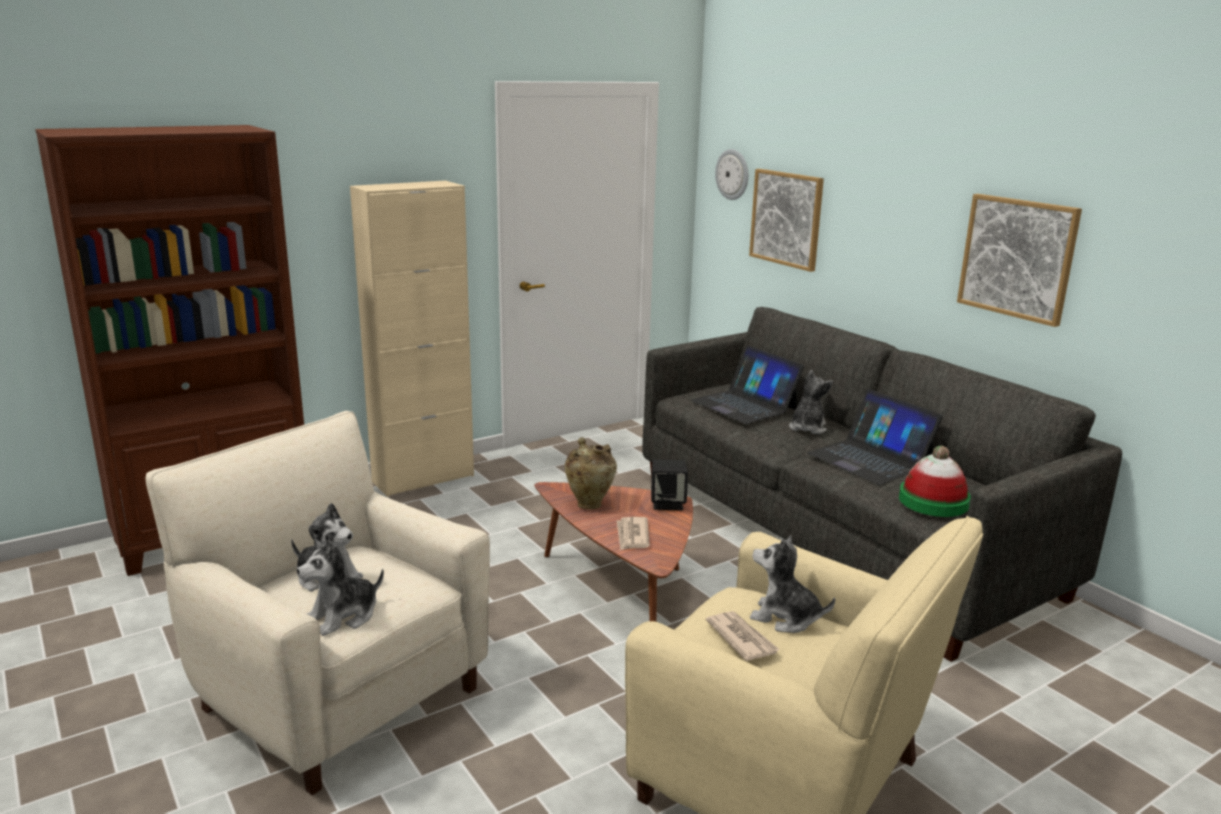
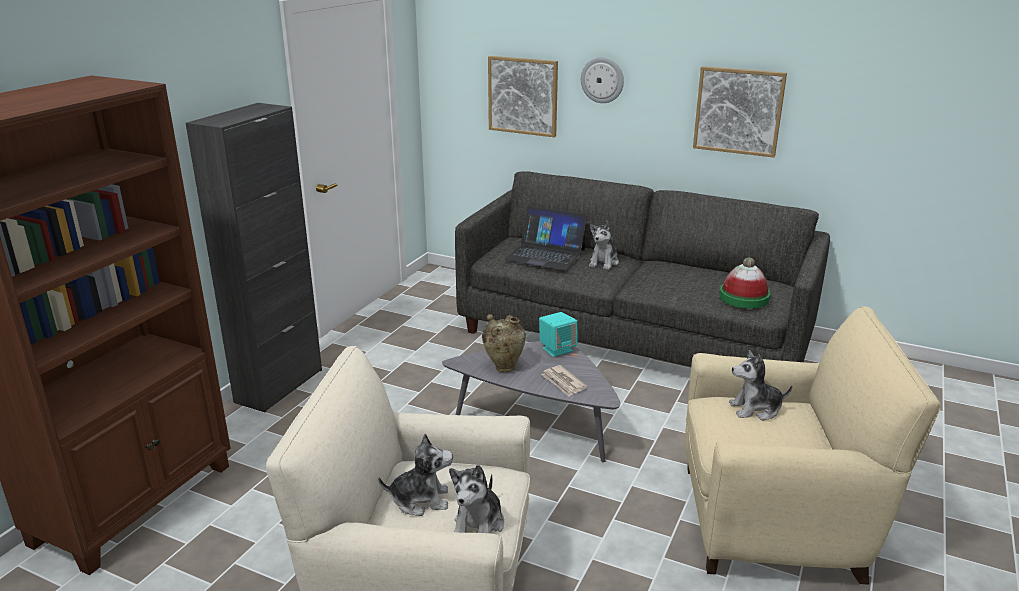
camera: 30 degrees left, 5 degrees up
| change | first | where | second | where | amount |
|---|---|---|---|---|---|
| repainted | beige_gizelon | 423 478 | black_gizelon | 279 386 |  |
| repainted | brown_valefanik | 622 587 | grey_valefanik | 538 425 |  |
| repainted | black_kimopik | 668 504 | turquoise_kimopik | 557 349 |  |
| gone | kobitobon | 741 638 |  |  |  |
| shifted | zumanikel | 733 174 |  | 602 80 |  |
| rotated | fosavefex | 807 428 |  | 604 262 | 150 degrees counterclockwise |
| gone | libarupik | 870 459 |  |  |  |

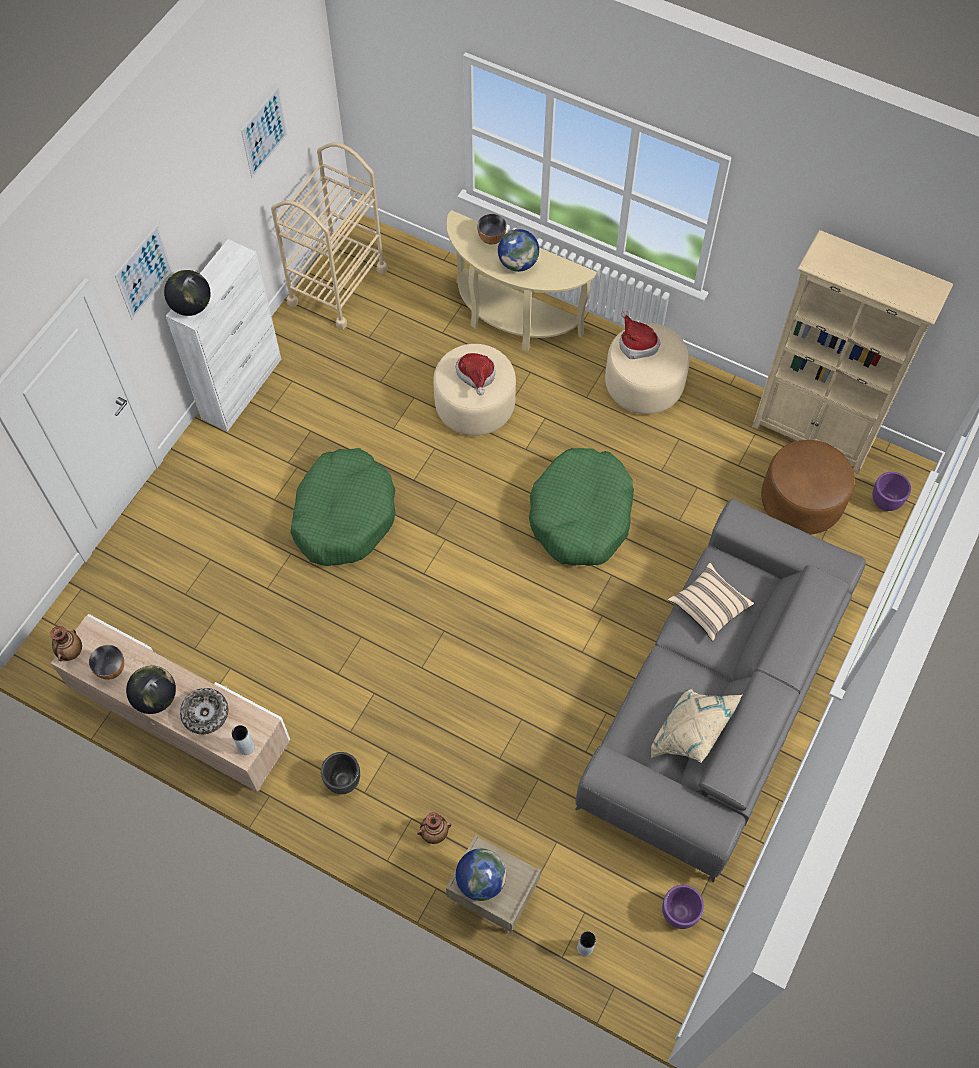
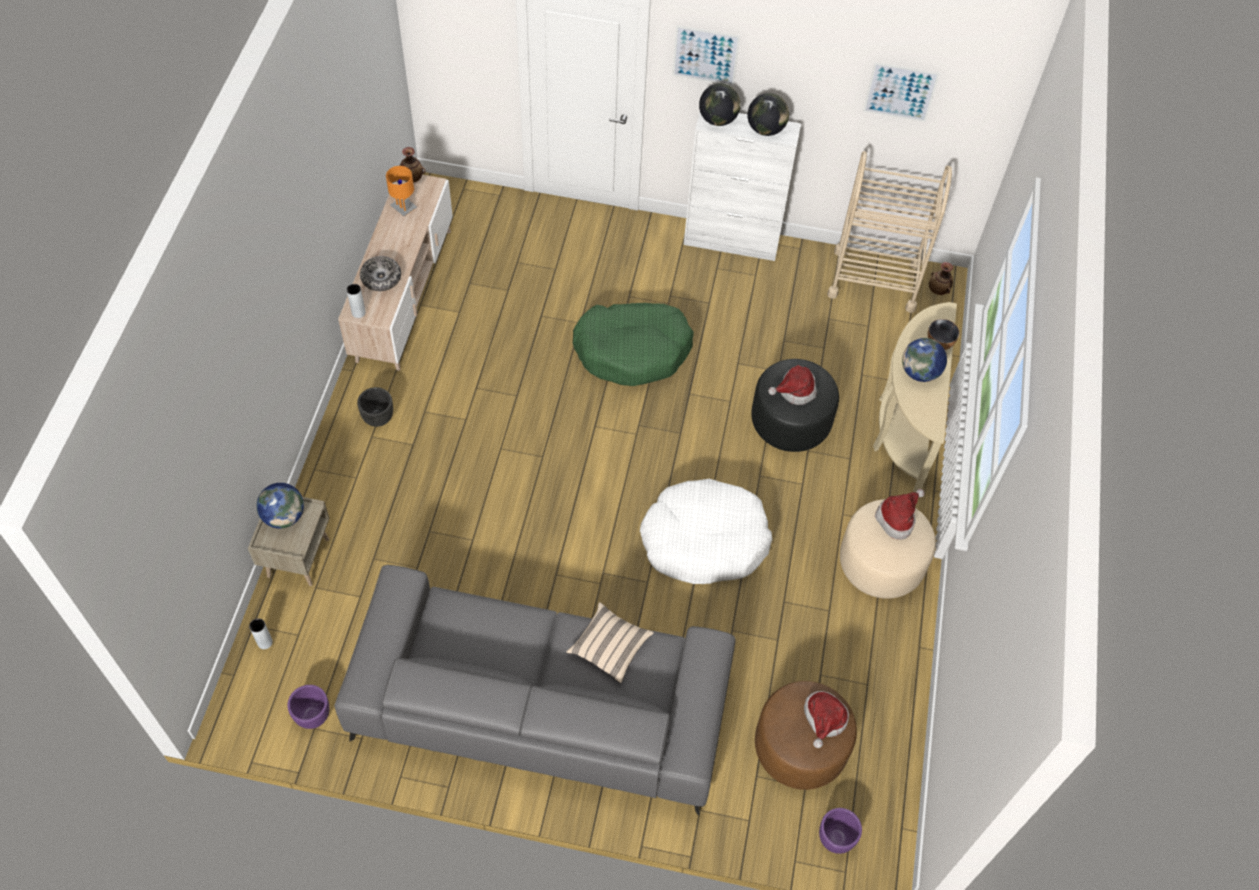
camera: 70 degrees right, 5 degrees down
| change | first | where | second | where | amount |
|---|---|---|---|---|---|
| swapped | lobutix | 111 669 | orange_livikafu | 403 208 |  |
| shifted | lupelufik | 156 698 |  | 765 129 |  |
| shifted | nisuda | 434 832 |  | 938 290 |  |
| repainted | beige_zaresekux | 475 406 | black_zaresekux | 790 421 |  |
| repainted | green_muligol | 581 515 | white_muligol | 704 540 |  |
| gone | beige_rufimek | 689 735 |  |  |  |
| gone | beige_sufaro | 813 434 |  |  |  |
| new |  |  | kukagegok | 824 720 |  |

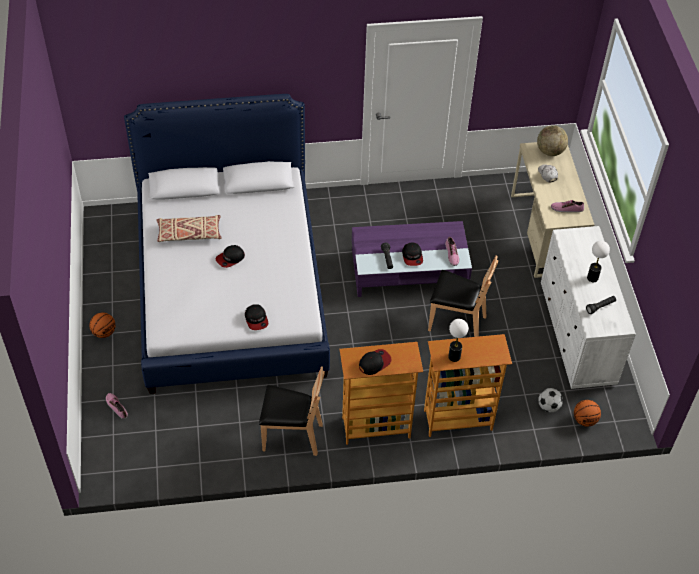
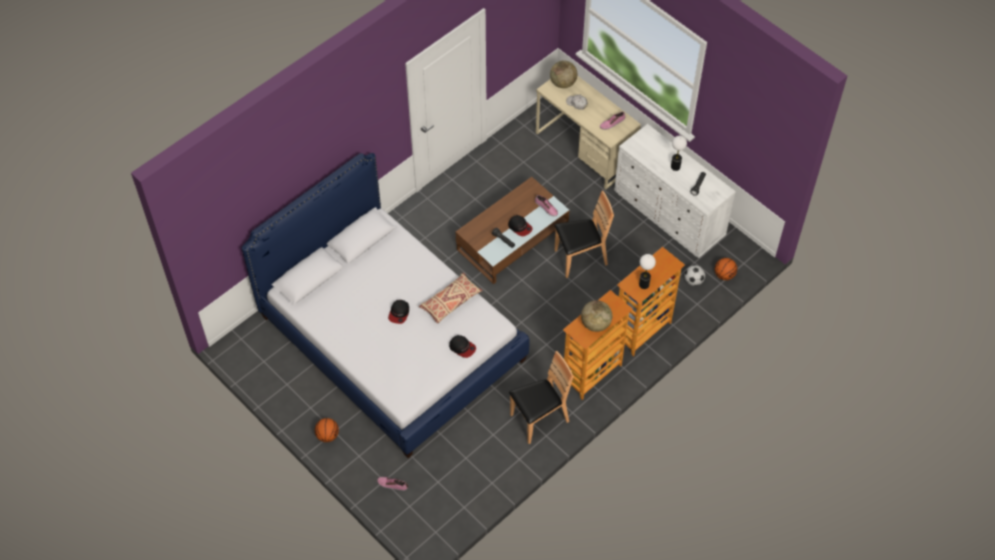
camera: 35 degrees left, 5 degrees up
| change | first | where | second | where | amount |
|---|---|---|---|---|---|
| shifted | beige_rufimek | 189 233 |  | 450 302 |  |
| repainted | purple_valefanik | 409 270 | brown_valefanik | 512 239 |  |
| swapped | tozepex | 374 363 | lupelufik | 595 324 |  |

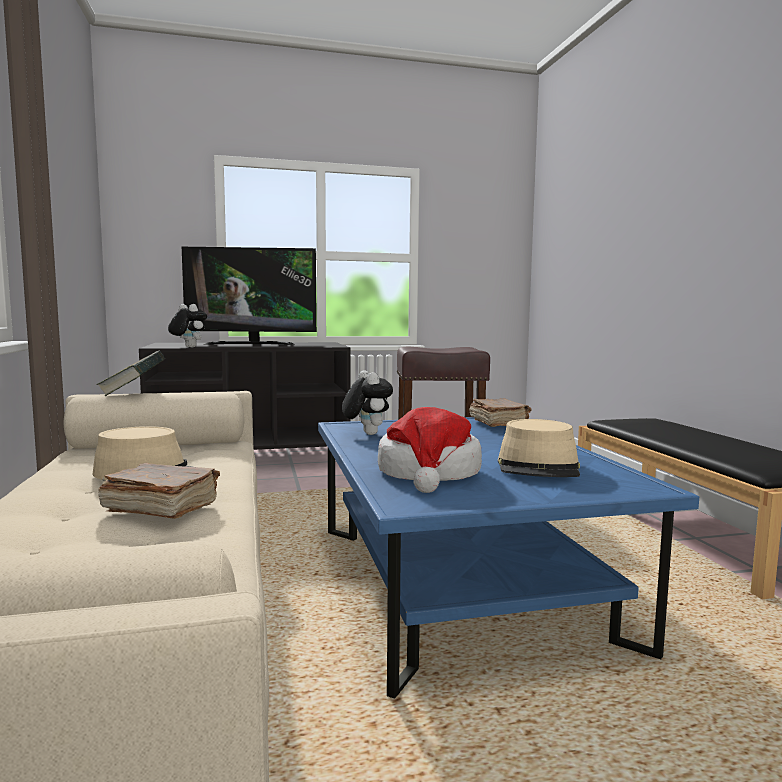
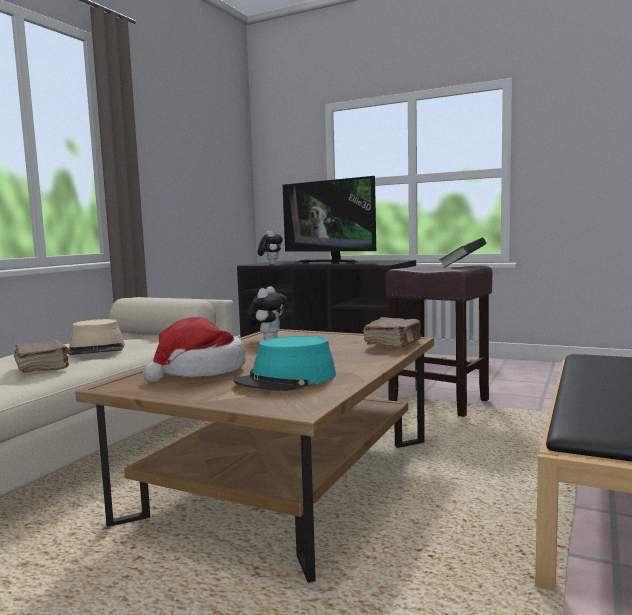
camera: 40 degrees right, 0 degrees up
| change | first | where | second | where | amount |
|---|---|---|---|---|---|
| shifted | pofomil | 133 392 |  | 462 267 |  |
| repainted | blue_valefanik | 459 583 | brown_valefanik | 288 479 |  |
| repainted | beige_kukagegok | 539 467 | turquoise_kukagegok | 286 380 |  |

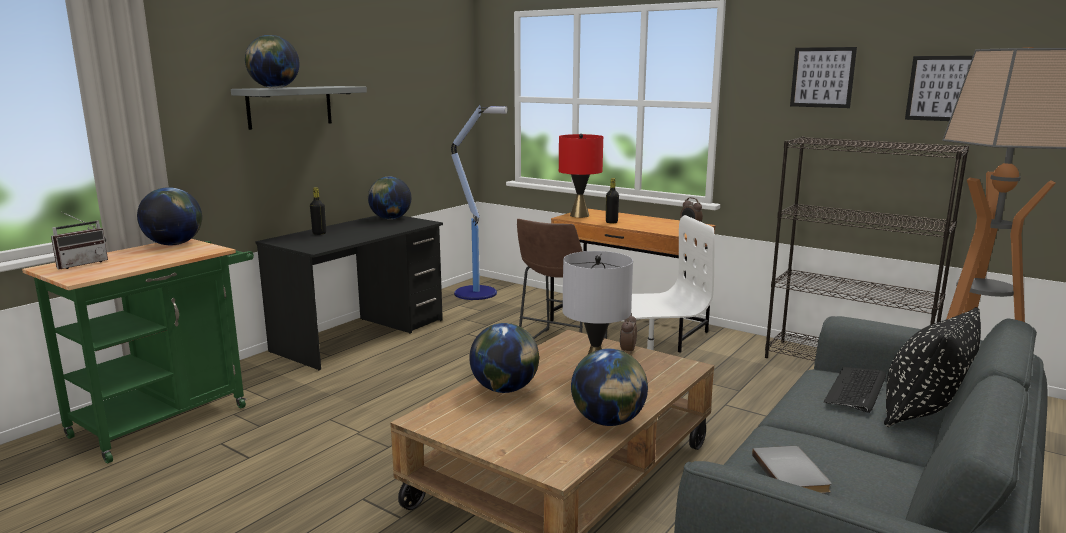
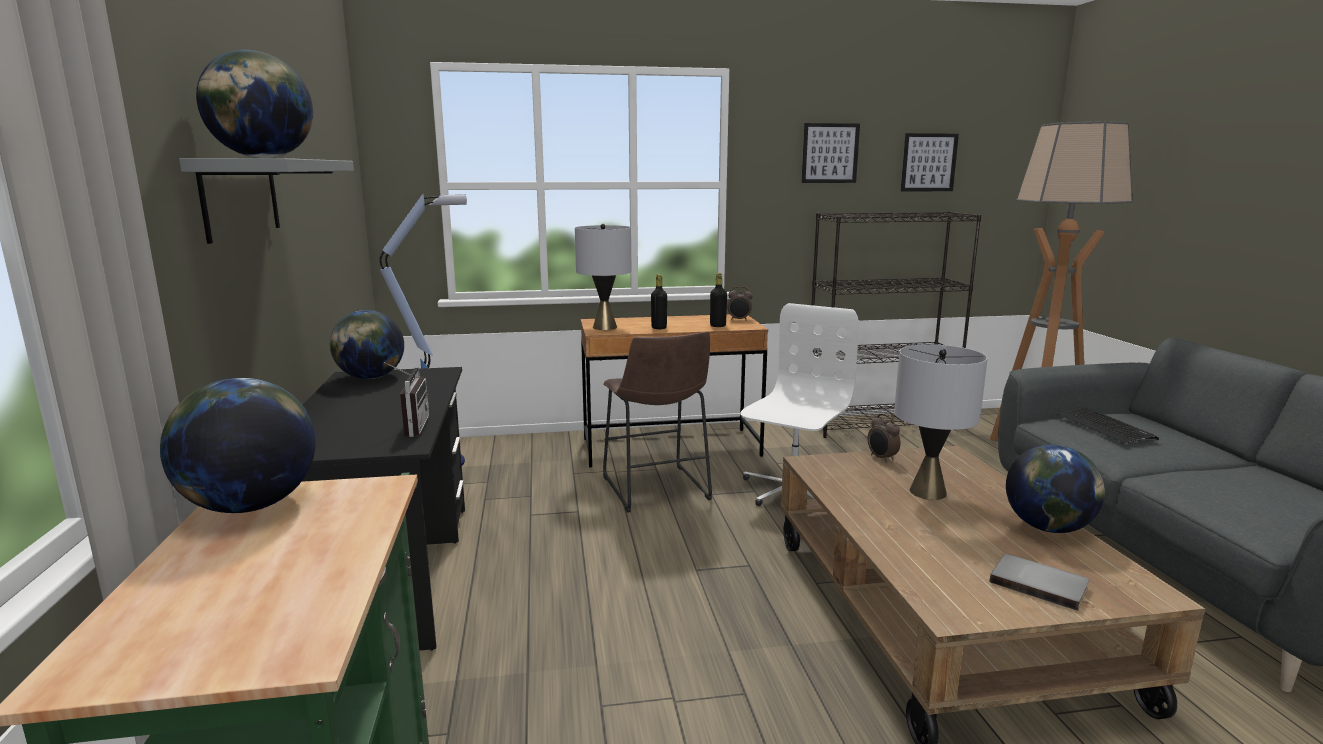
camera: 45 degrees left, 0 degrees up
| change | first | where | second | where | amount |
|---|---|---|---|---|---|
| shifted | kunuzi | 81 264 |  | 409 427 |  |
| shifted | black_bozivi | 319 233 |  | 718 326 |  |
| gone | lupelufik | 505 389 |  |  |  |
| repainted | red_livikafu | 580 215 | grey_livikafu | 605 327 |  |
| shifted | grey_pofomil | 792 473 |  | 1039 583 |  |
| gone | black_rufimek | 922 413 |  |  |  |

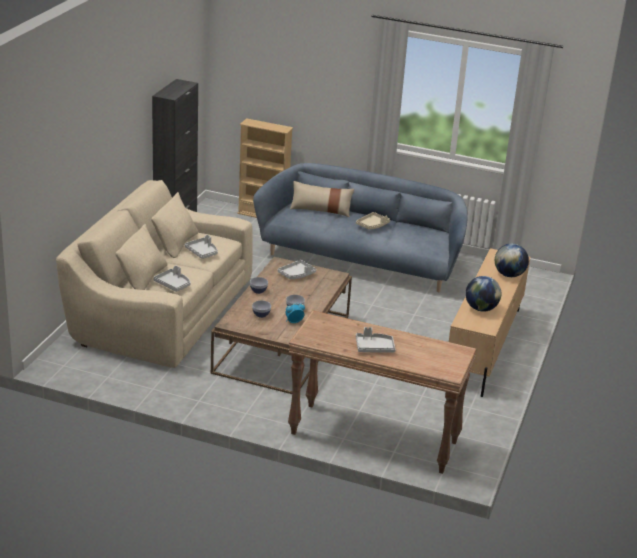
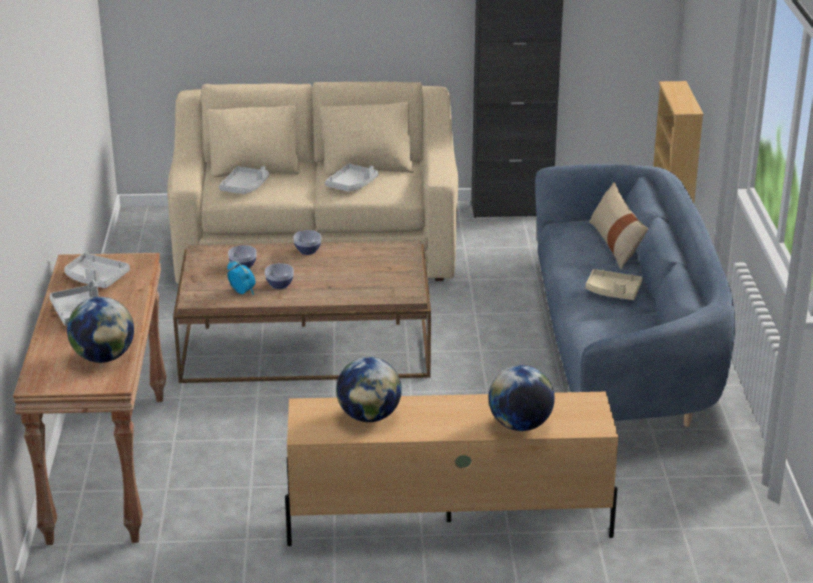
camera: 70 degrees right, 0 degrees up
| change | first | where | second | where | amount |
|---|---|---|---|---|---|
| shifted | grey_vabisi | 297 274 |  | 96 278 |  |
| new |  |  | lupelufik | 103 357 |  |

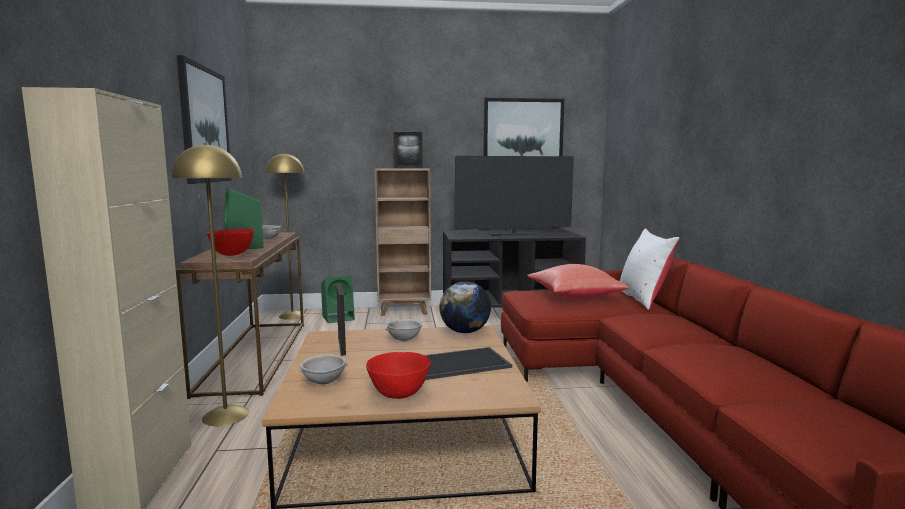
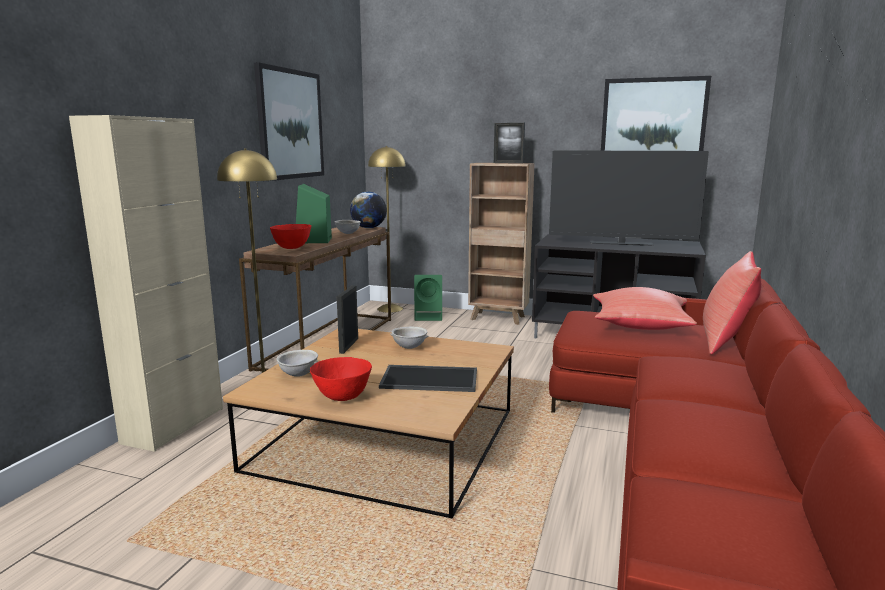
camera: 25 degrees right, 5 degrees up
| change | first | where | second | where | amount |
|---|---|---|---|---|---|
| shifted | lupelufik | 465 332 |  | 369 228 |  |
| repainted | white_rufimek | 643 299 | red_rufimek | 725 340 |  |

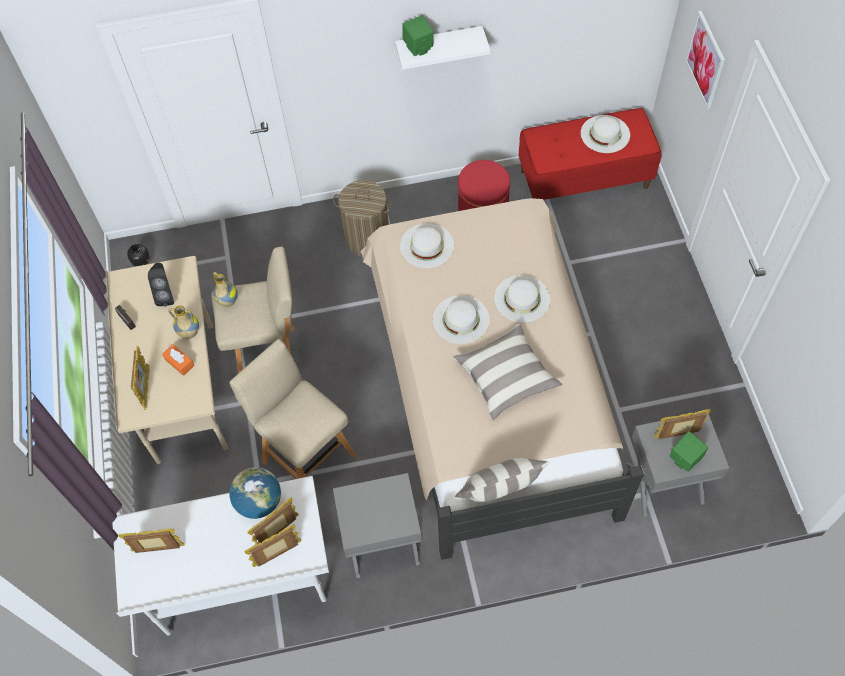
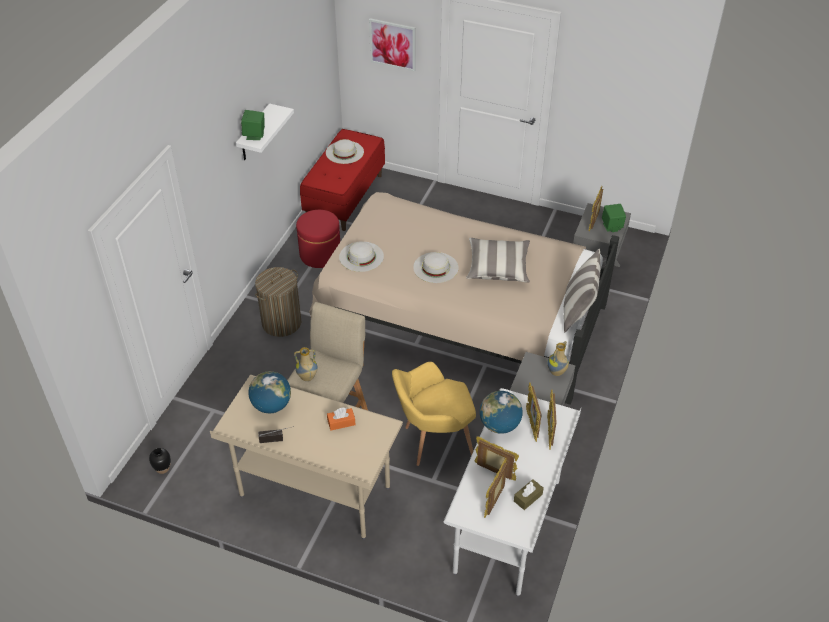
camera: 60 degrees left, 15 degrees down
| change | first | where | second | where | amount |
|---|---|---|---|---|---|
| shifted | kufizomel | 146 388 |  | 494 472 |  |
| swapped | black_kimopik | 166 295 | lupelufik | 271 405 |  |
| shifted | nisuda | 189 333 |  | 557 372 |  |
| swapped | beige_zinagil | 306 456 | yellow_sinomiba | 433 441 |  |
| gone | white_kukagegok | 522 298 |  |  |  |
| new |  |  | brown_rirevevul | 528 498 |  |

